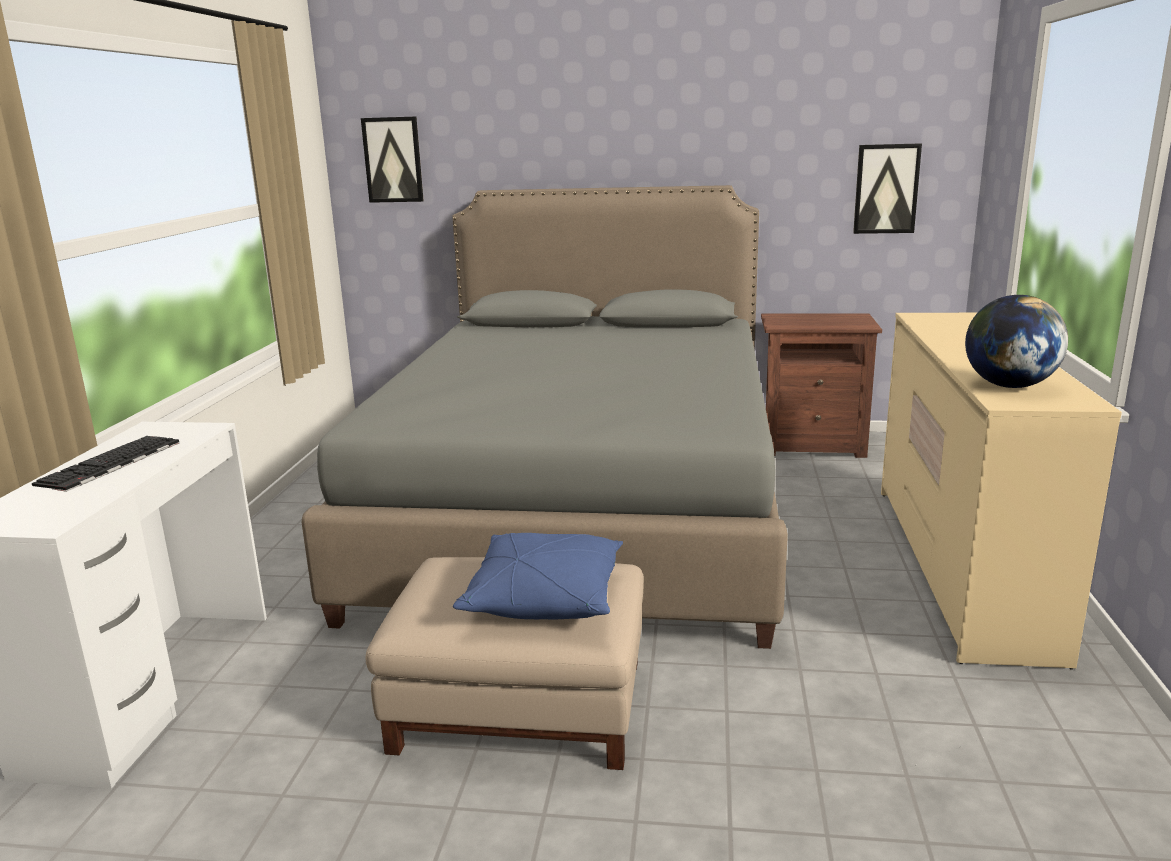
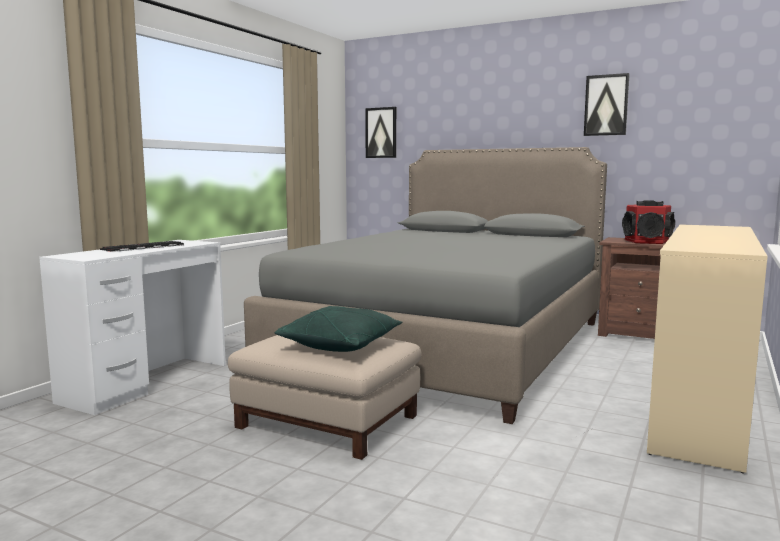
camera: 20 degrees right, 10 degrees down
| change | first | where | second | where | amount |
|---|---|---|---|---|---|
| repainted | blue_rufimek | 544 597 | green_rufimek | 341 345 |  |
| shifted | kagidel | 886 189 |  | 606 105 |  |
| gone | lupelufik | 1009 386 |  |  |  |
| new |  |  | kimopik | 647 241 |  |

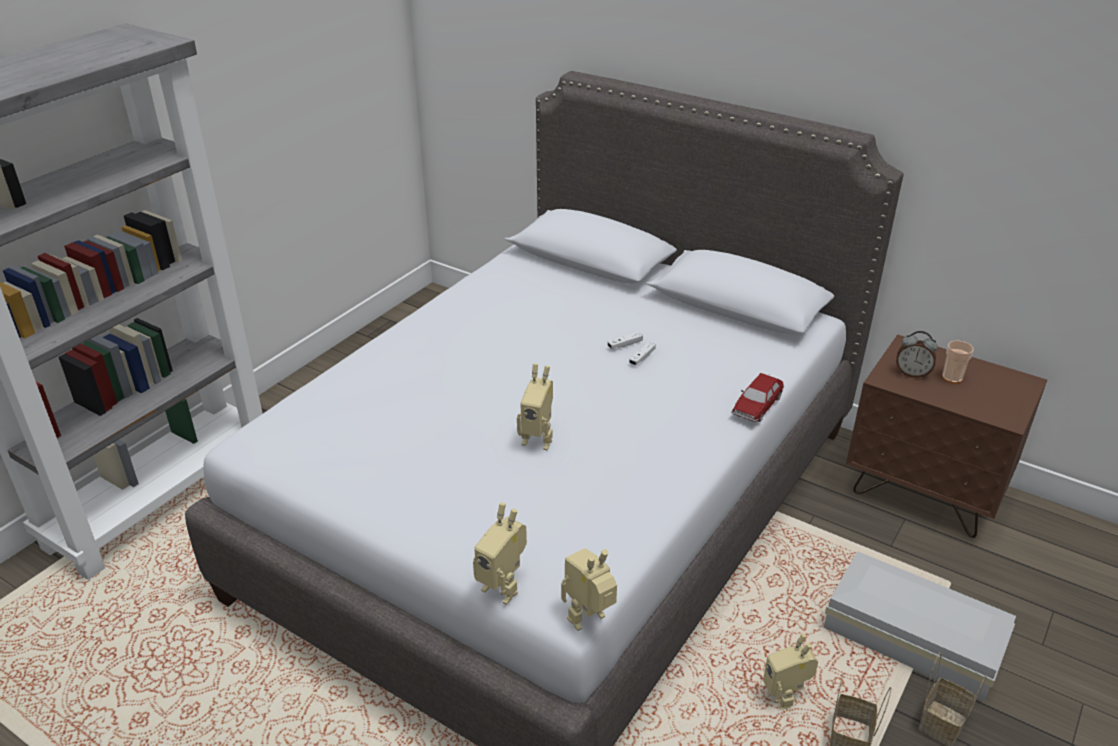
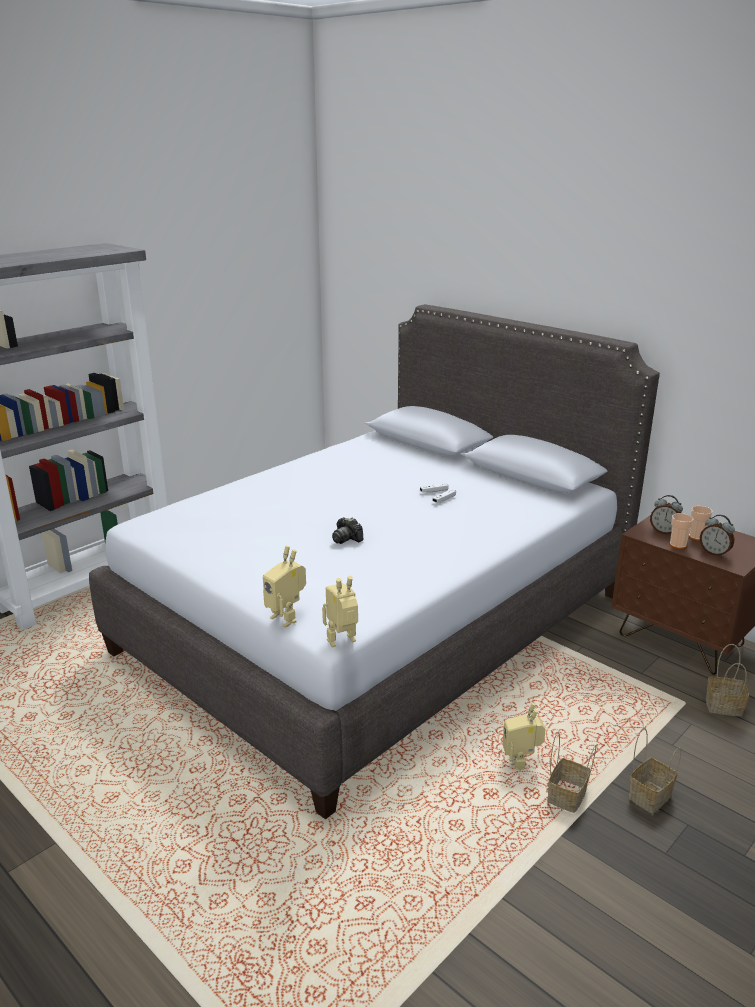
camera: 10 degrees right, 10 degrees down
| change | first | where | second | where | amount |
|---|---|---|---|---|---|
| swapped | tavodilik | 538 439 | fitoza | 346 539 |  |
| gone | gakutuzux | 756 406 |  |  |  |
| gone | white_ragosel | 914 640 |  |  |  |
| new |  |  | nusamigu | 678 545 |  |
| new |  |  | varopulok | 714 553 |  |
| new |  |  | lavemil | 725 706 |  |

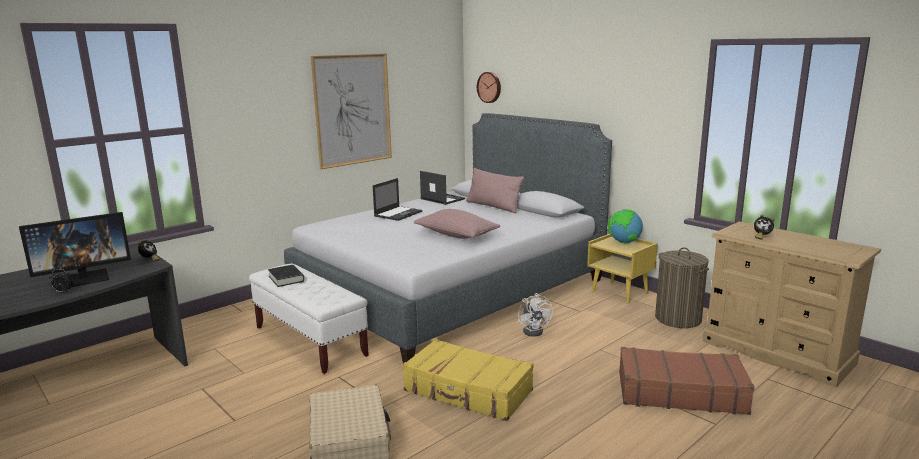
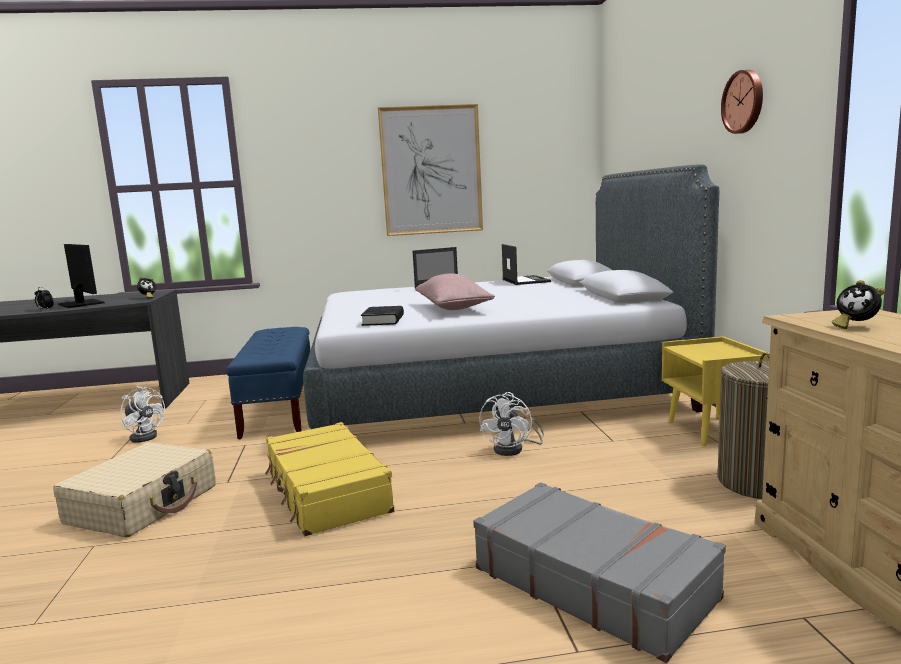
camera: 35 degrees right, 5 degrees down
| change | first | where | second | where | amount |
|---|---|---|---|---|---|
| rotated | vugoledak | 84 278 |  | 81 304 | 135 degrees counterclockwise |
| repainted | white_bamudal | 310 341 | blue_bamudal | 279 410 |  |
| shifted | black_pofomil | 286 279 |  | 383 320 |  |
| gone | pink_rufimek | 493 206 |  |  |  |
| shifted | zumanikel | 489 87 |  | 744 102 |  |
| gone | lupelufik | 624 243 |  |  |  |
| repainted | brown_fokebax | 680 392 | grey_fokebax | 593 582 |  |
| new |  |  | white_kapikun | 145 436 |  |

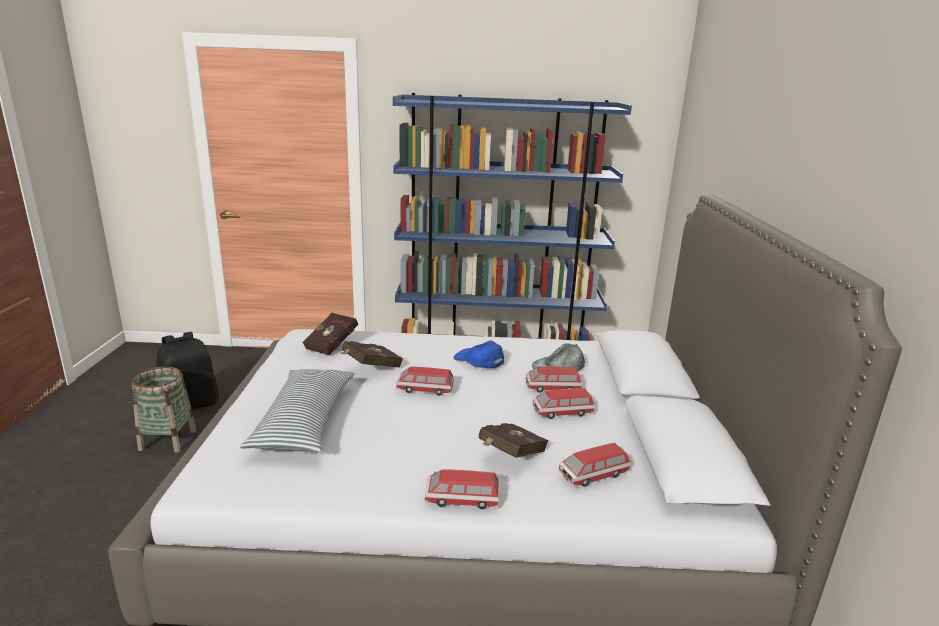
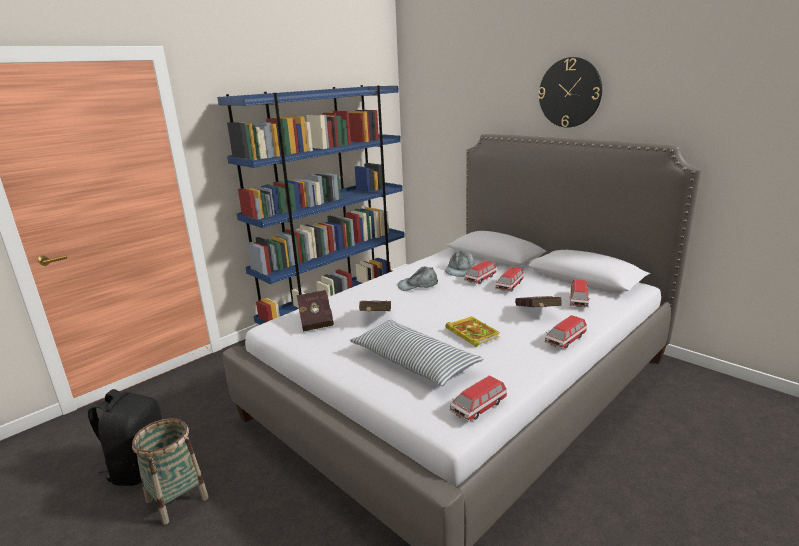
camera: 45 degrees left, 0 degrees up
| change | first | where | second | where | amount |
|---|---|---|---|---|---|
| shifted | gakutuzux | 425 389 |  | 478 407 |  |
| repainted | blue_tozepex | 479 360 | grey_tozepex | 418 285 |  |
| new |  |  | pofomil | 471 333 |  |
| new |  |  | zumanikel | 570 93 |  |

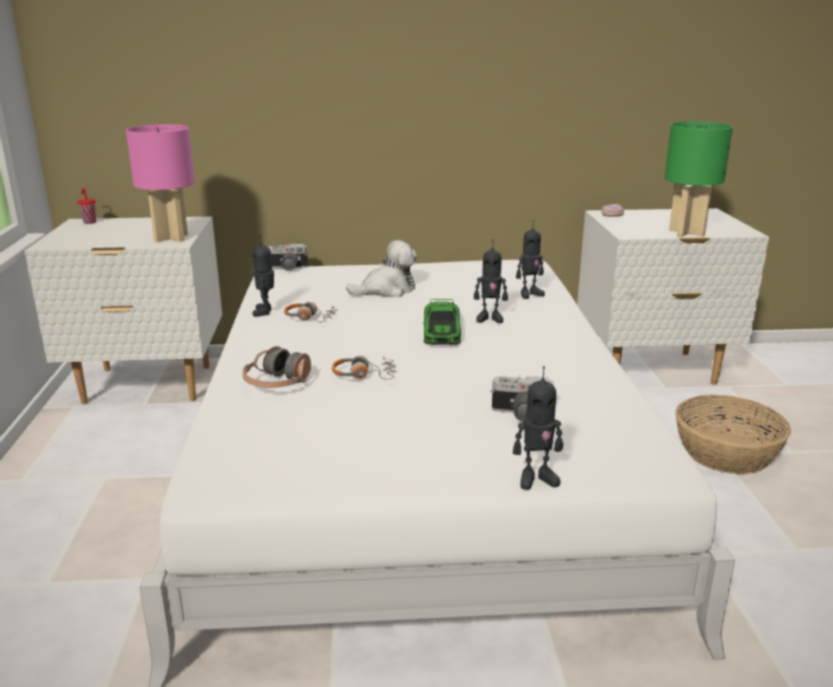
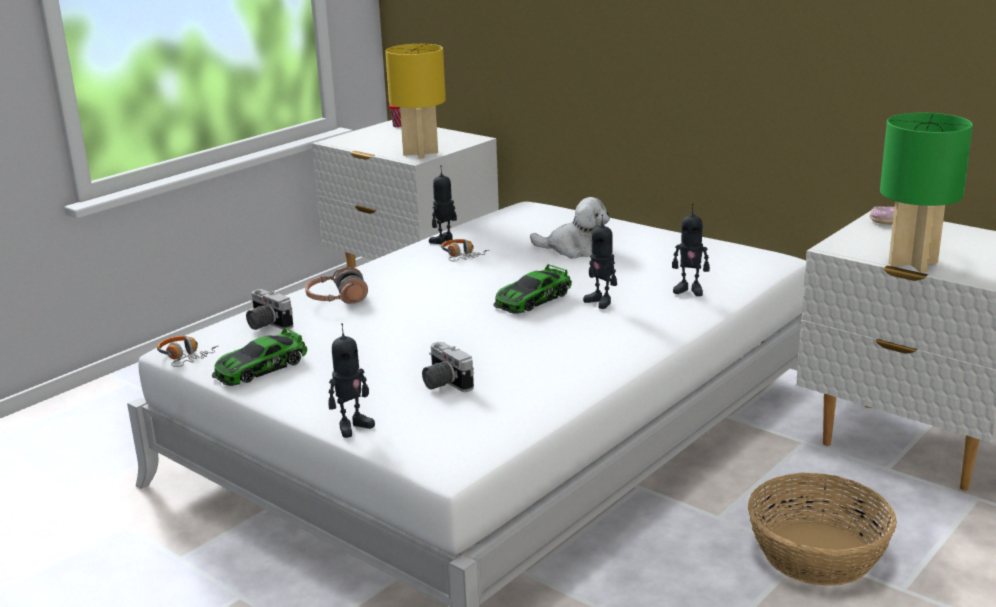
camera: 45 degrees right, 0 degrees up
| change | first | where | second | where | amount |
|---|---|---|---|---|---|
| repainted | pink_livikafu | 170 238 | yellow_livikafu | 420 153 |  |
| shifted | fitoza | 287 268 |  | 265 325 |  |
| shifted | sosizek | 364 375 |  | 184 357 |  |
| rotated | tavodilik | 536 479 |  | 352 426 | 75 degrees counterclockwise |
| new |  |  | gakutuzux | 260 367 |  |

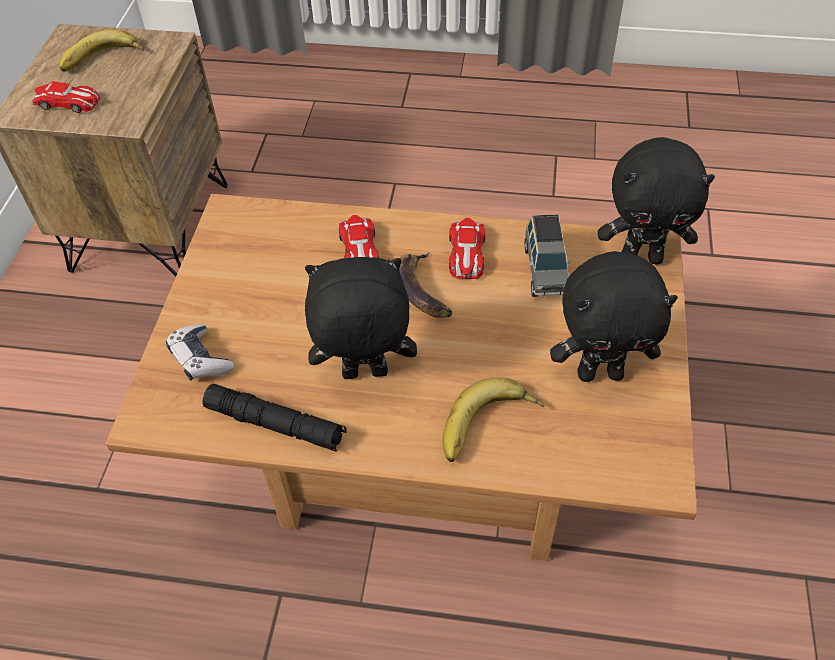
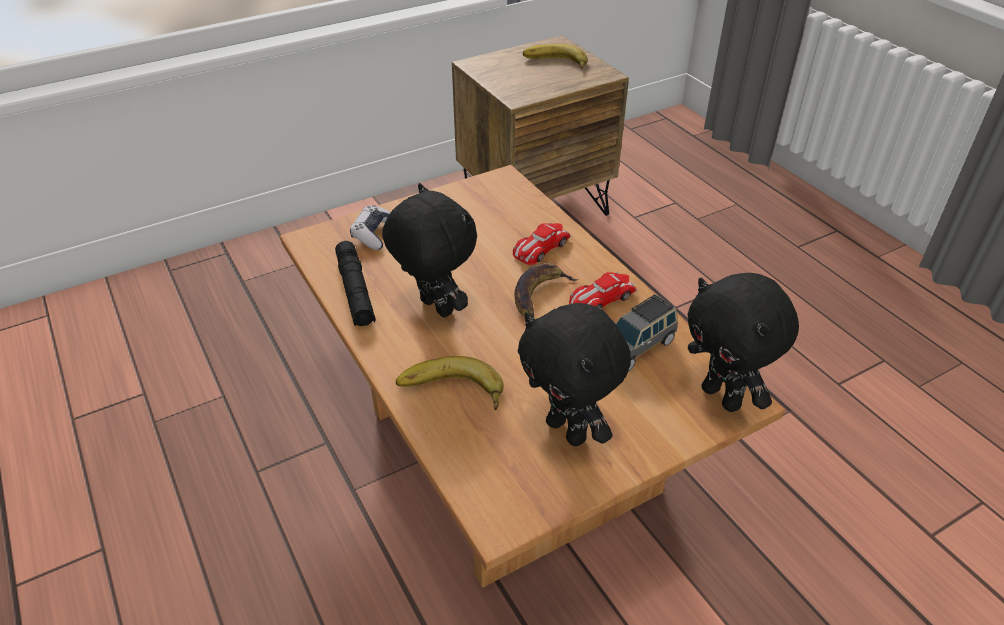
camera: 50 degrees right, 10 degrees down
| change | first | where | second | where | amount |
|---|---|---|---|---|---|
| gone | gakutuzux | 68 102 |  |  |  |

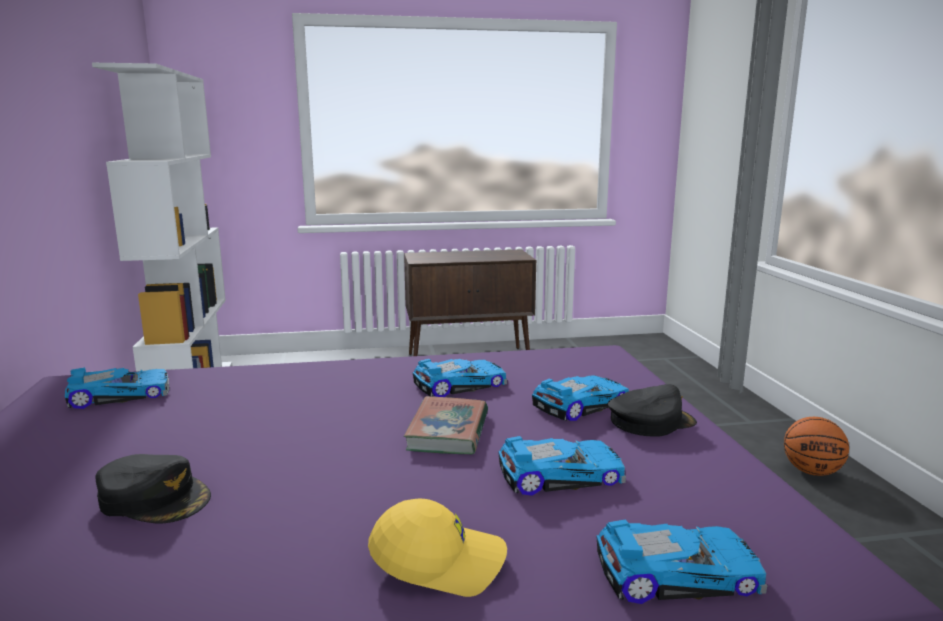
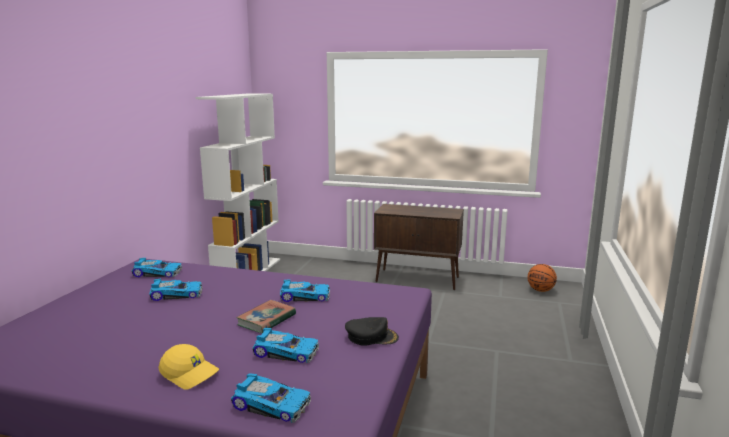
camera: 25 degrees right, 0 degrees up
| change | first | where | second | where | amount |
|---|---|---|---|---|---|
| gone | black_tozepex | 155 498 |  |  |  |
| shifted | gakutuzux | 579 404 |  | 177 294 |  |
| shifted | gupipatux | 811 471 |  | 540 290 |  |

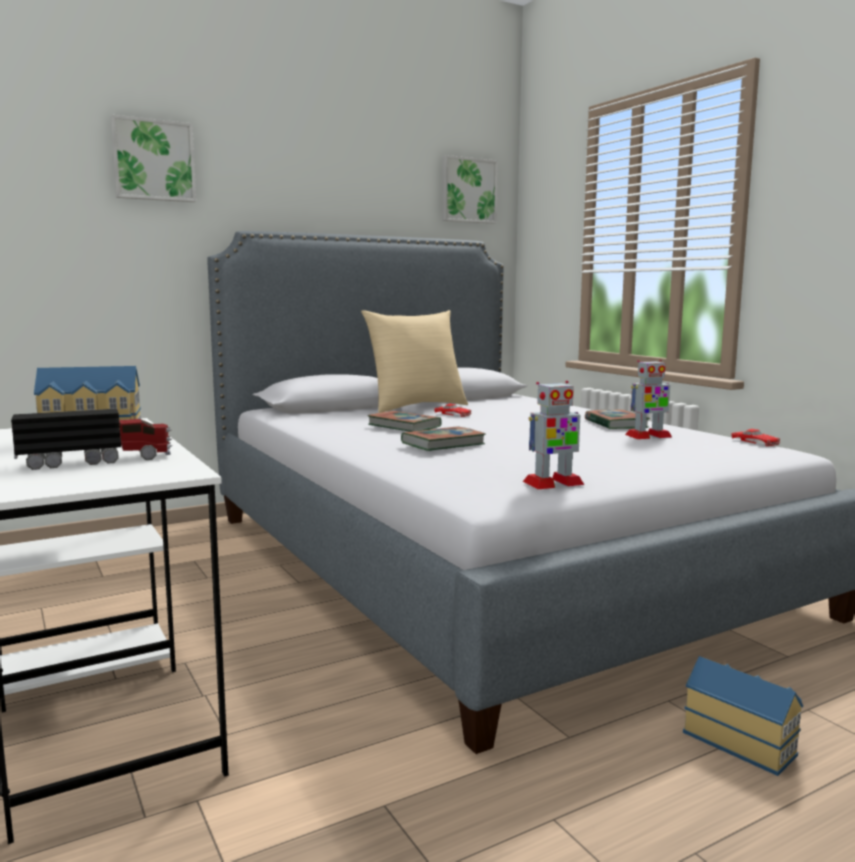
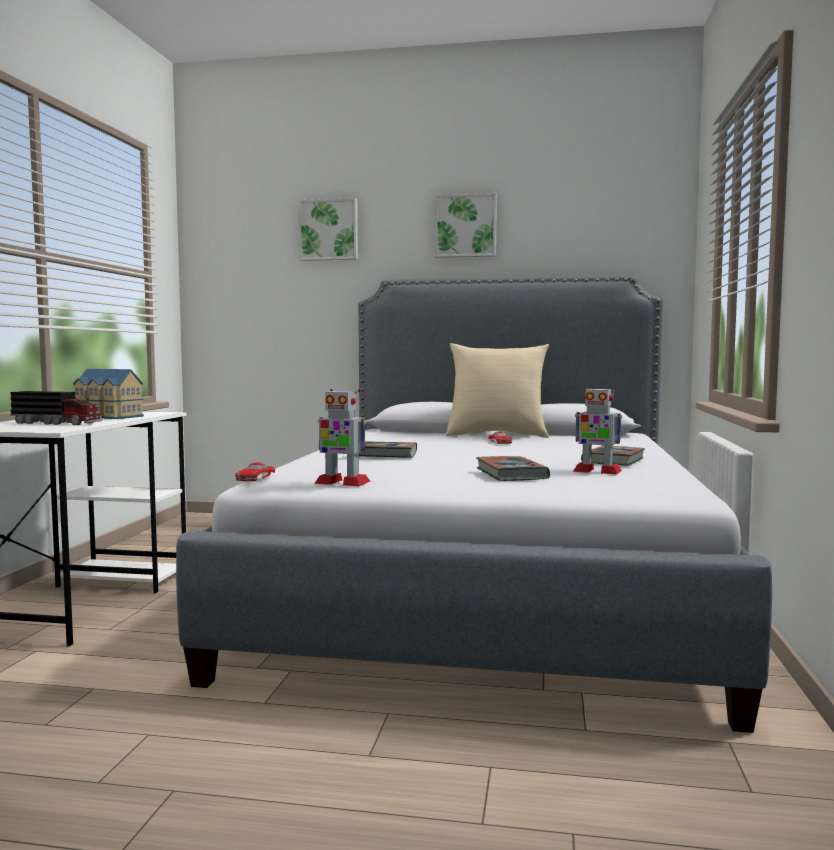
camera: 40 degrees right, 5 degrees down
| change | first | where | second | where | amount |
|---|---|---|---|---|---|
| shifted | pofomil | 404 426 |  | 511 474 |  |
| shifted | kagidel | 467 190 |  | 465 226 |  |
| gone | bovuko | 740 740 |  |  |  |
| shifted | red_gakutuzux | 754 442 |  | 255 477 |  |

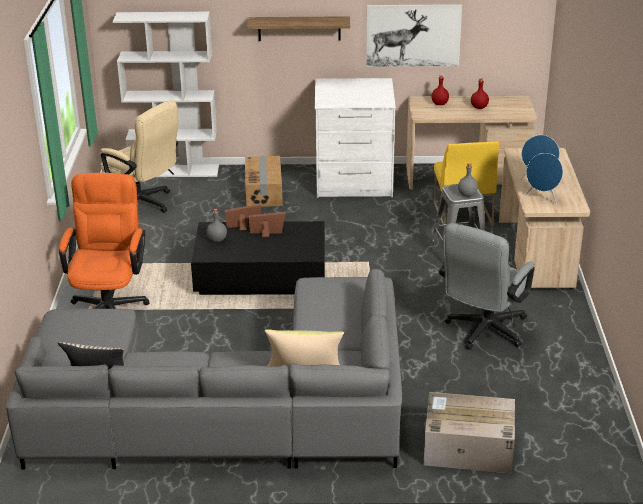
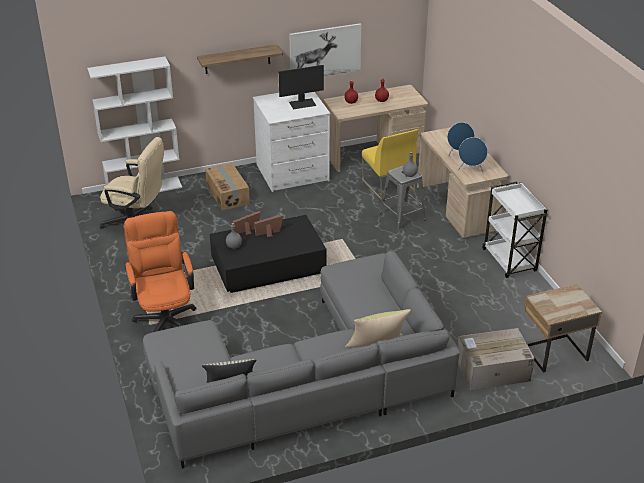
camera: 20 degrees left, 5 degrees up
| change | first | where | second | where | amount |
|---|---|---|---|---|---|
| gone | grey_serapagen | 483 332 |  |  |  |
| new |  |  | vugoledak | 302 103 |  |
| new |  |  | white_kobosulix | 510 261 |  |
| new |  |  | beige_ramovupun | 554 352 |  |

